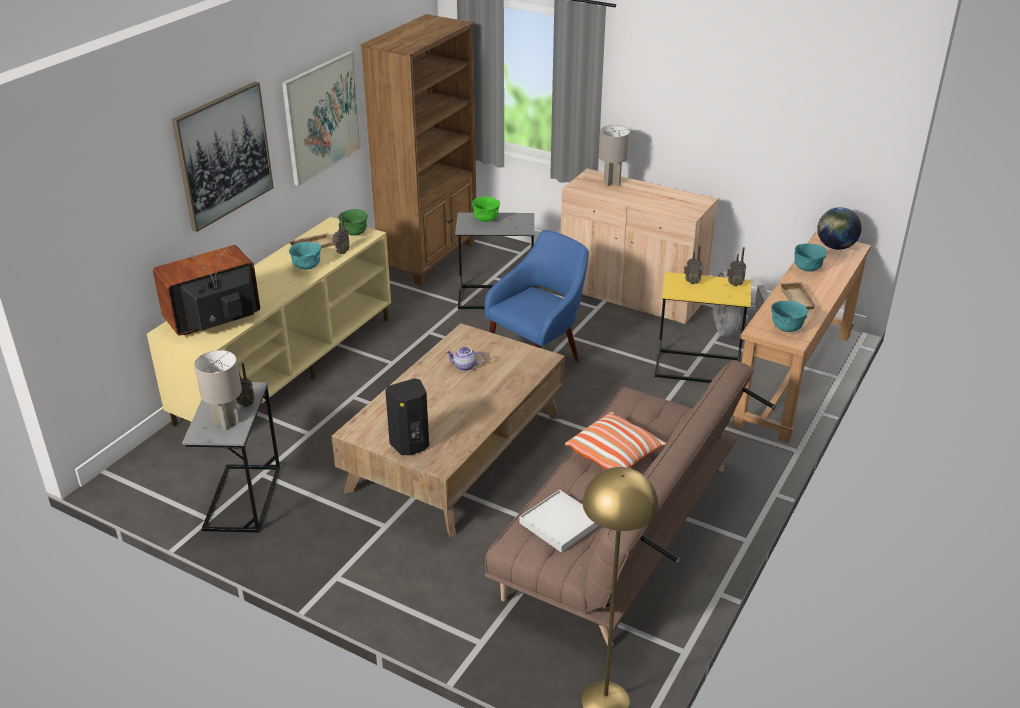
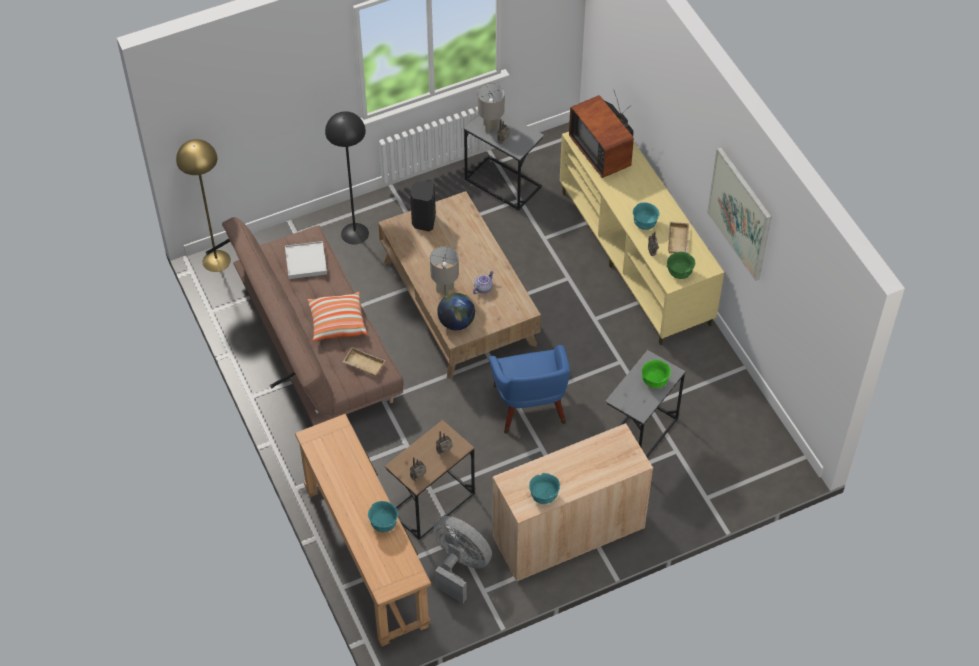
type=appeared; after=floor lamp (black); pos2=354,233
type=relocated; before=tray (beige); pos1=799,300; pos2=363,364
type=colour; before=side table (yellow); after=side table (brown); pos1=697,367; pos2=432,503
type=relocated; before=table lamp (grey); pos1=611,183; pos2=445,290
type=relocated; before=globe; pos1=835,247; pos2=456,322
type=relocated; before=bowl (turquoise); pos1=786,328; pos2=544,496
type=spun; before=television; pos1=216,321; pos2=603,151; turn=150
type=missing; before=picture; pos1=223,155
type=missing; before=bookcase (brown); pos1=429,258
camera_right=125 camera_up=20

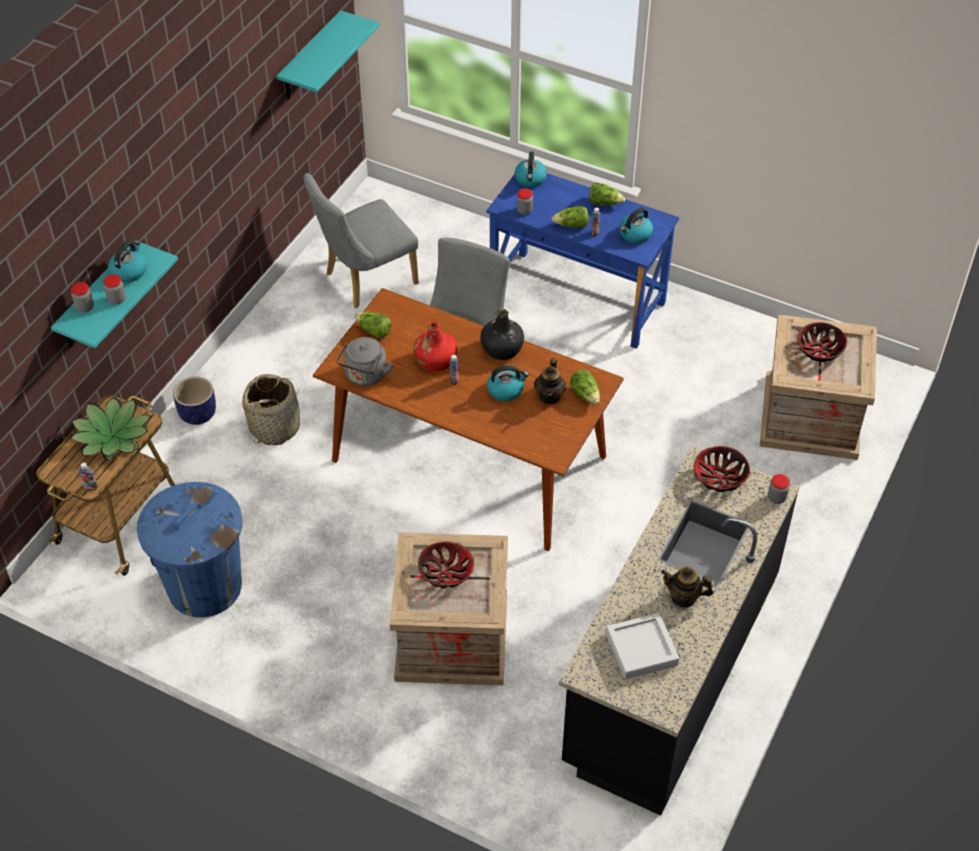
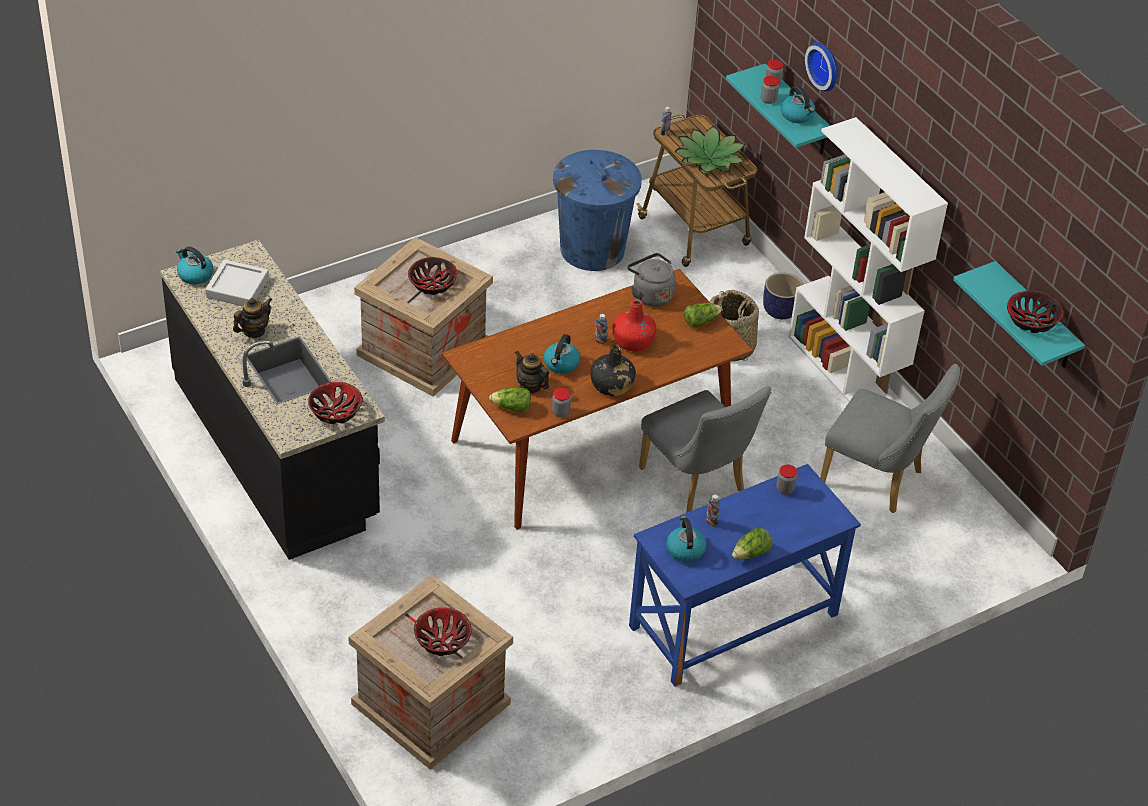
type=relocated; before=kettle; pos1=530,179; pos2=195,275
type=relocated; before=jar; pos1=776,498; pos2=560,412
type=appeared; after=bookcase (white); pos2=845,374
type=appeared; after=wall clock; pos2=825,65
type=spun; before=chair (grey); pos1=365,280; pos2=878,480; turn=120
type=appeared; after=bowl; pos2=1031,322
type=missing; before=lettuce; pos1=571,225
camera_right=120 camera_up=-5

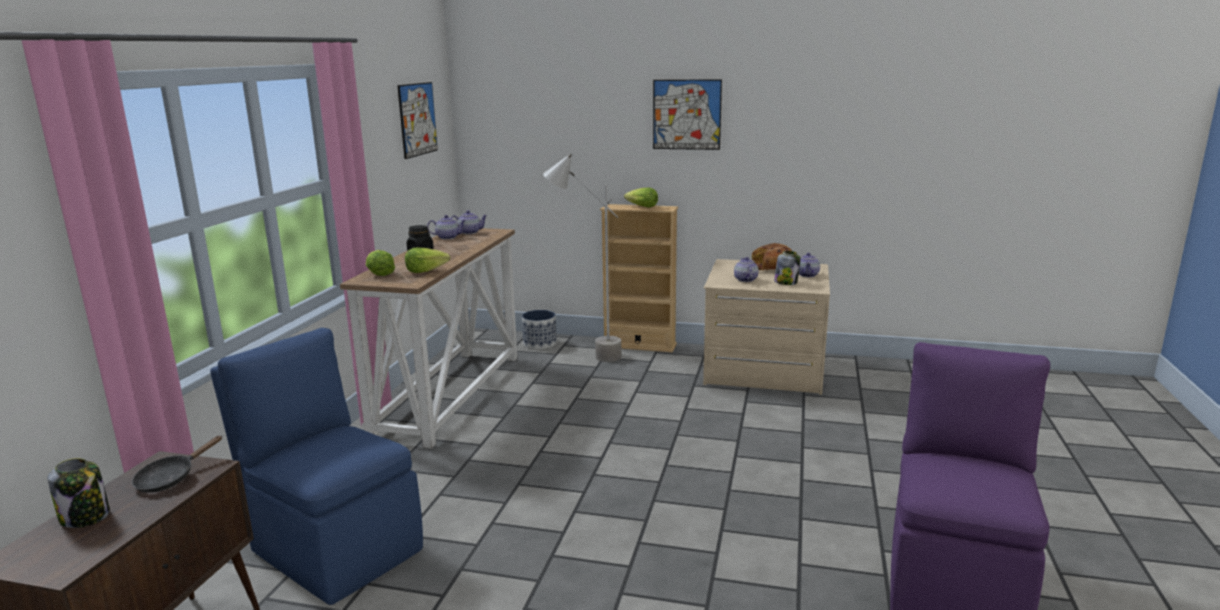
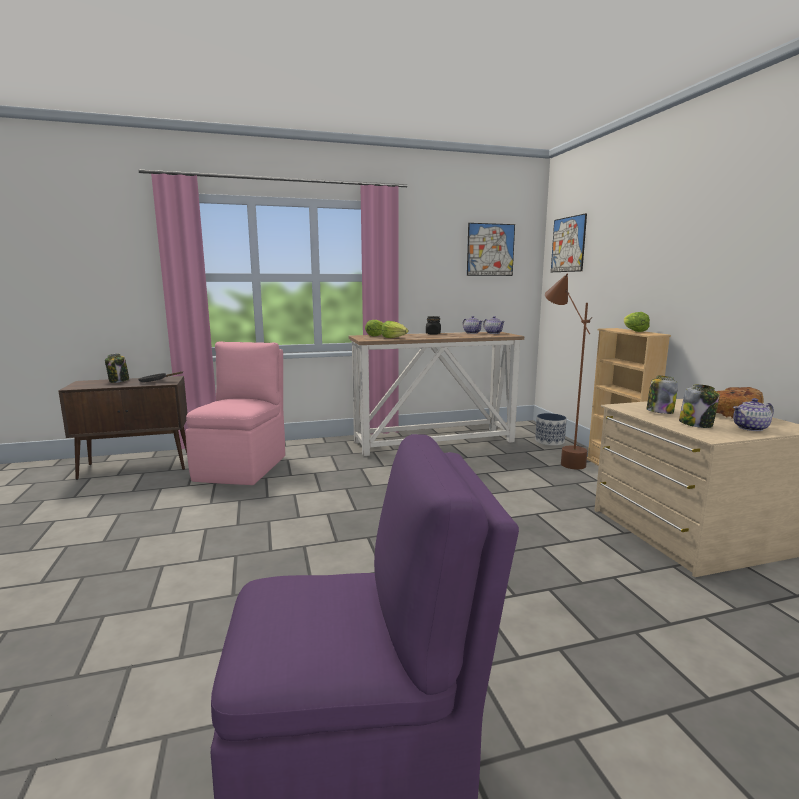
type=colour; before=chair (blue); after=chair (pink); pos1=335,548; pos2=243,467
type=colour; before=floor lamp (grey); after=floor lamp (brown); pos1=586,356; pos2=559,458
type=relocated; before=picture; pos1=686,114; pos2=568,244
type=exchanged; before=teapot; after=jar; pos1=745,280; pos2=659,412
camera_right=60 camera_up=-5

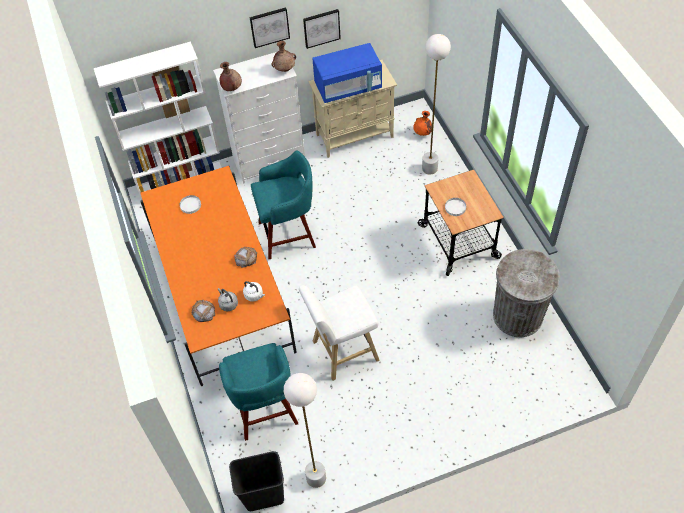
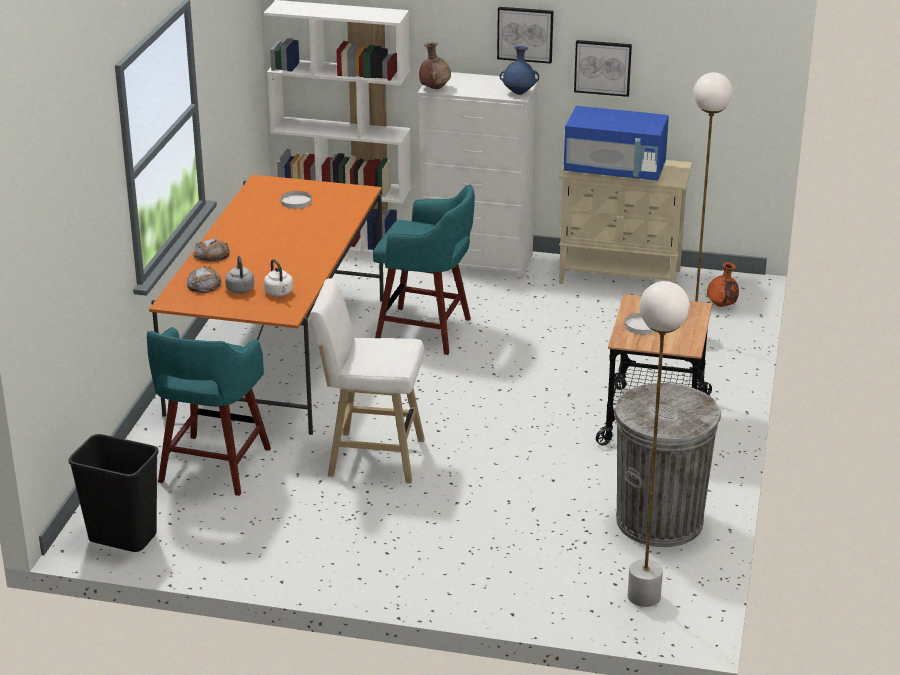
type=relocated; before=bread; pos1=246,258; pos2=212,255
type=colour; before=vase (brown); after=vase (blue); pos1=285,69; pos2=519,93
type=relocated; before=floor lamp (white); pos1=316,478; pos2=644,597
camera_right=30 camera_up=-25

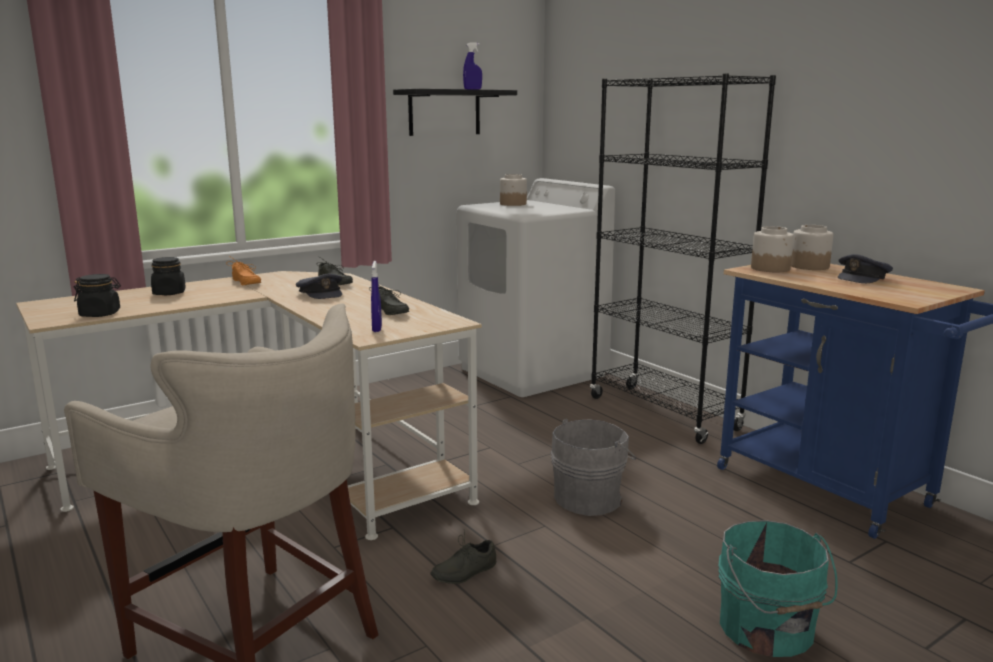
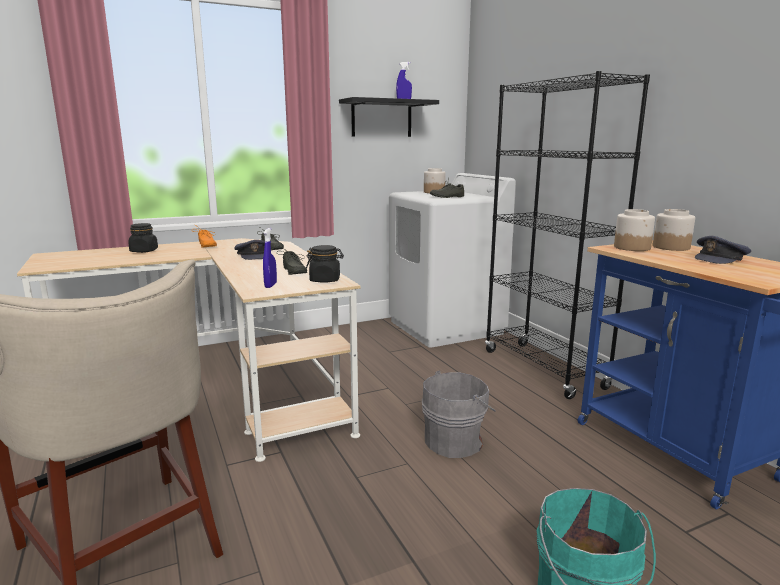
type=relocated; before=jar (black); pos1=100,314; pos2=325,280
type=relocated; before=shoe (grey); pos1=463,571; pos2=446,197
camera_right=10 camera_up=0

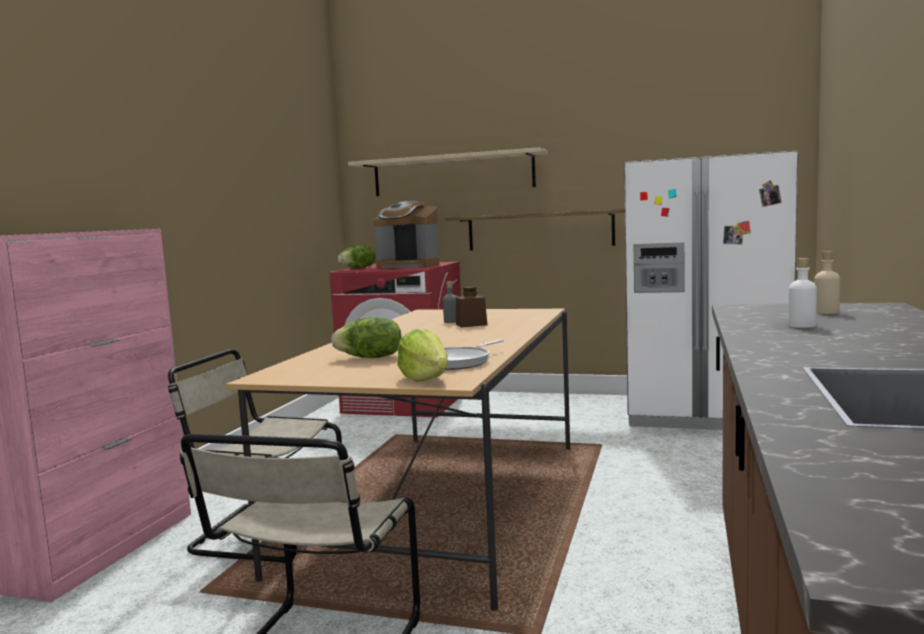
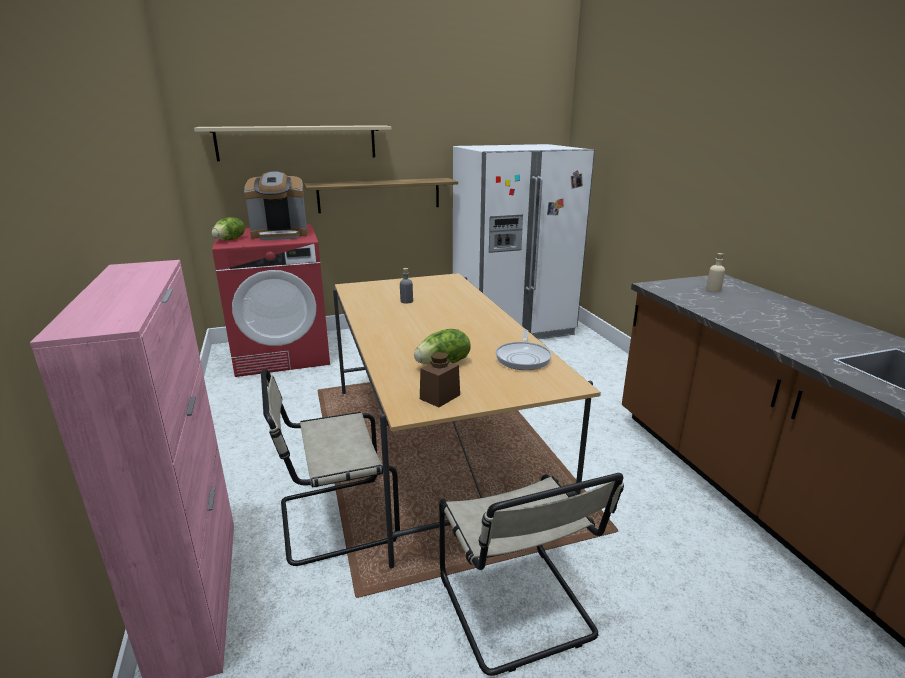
type=relocated; before=jar (brown); pos1=471,324; pos2=440,397
type=missing; before=lettuce; pos1=425,379
type=missing; before=bottle (white); pos1=801,325
camera_right=-35 camera_up=15

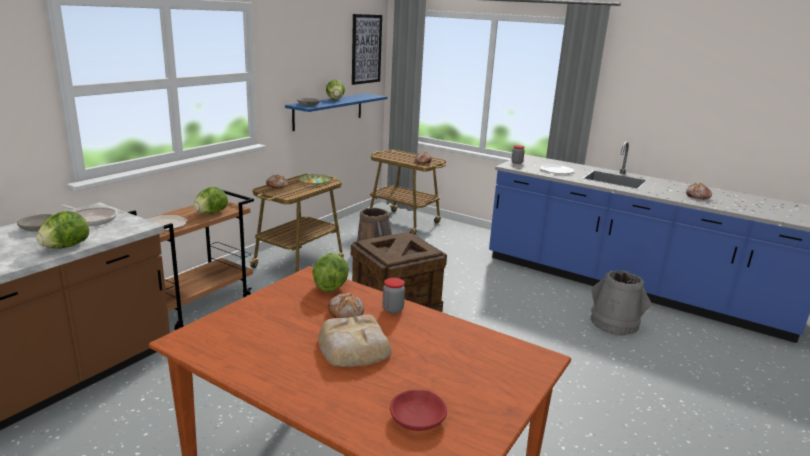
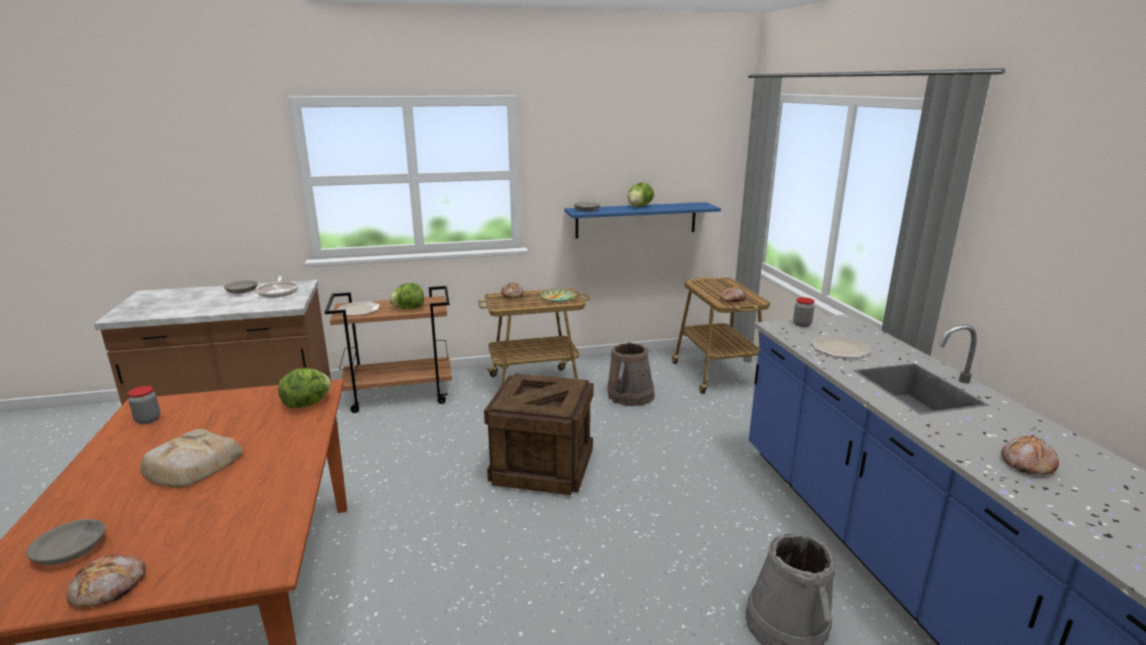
type=colour; before=bowl (red); after=bowl (grey); pos1=417,417; pos2=72,550
type=relocated; before=bread; pos1=346,312; pos2=110,588
type=relocated; before=jar; pos1=393,309; pos2=148,420
type=missing; before=lettuce; pos1=65,247
type=missing; before=picture; pos1=366,49
camera_right=45 camera_up=0

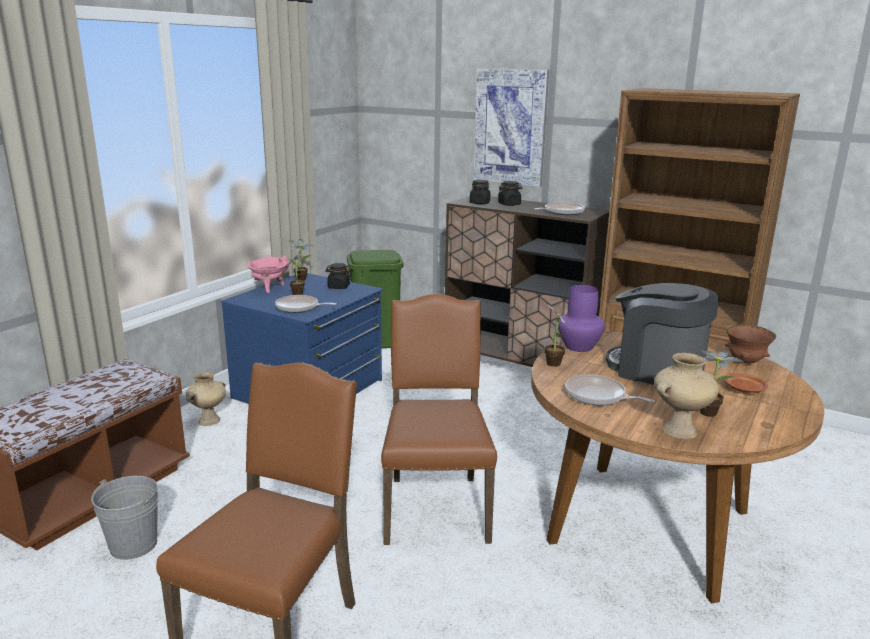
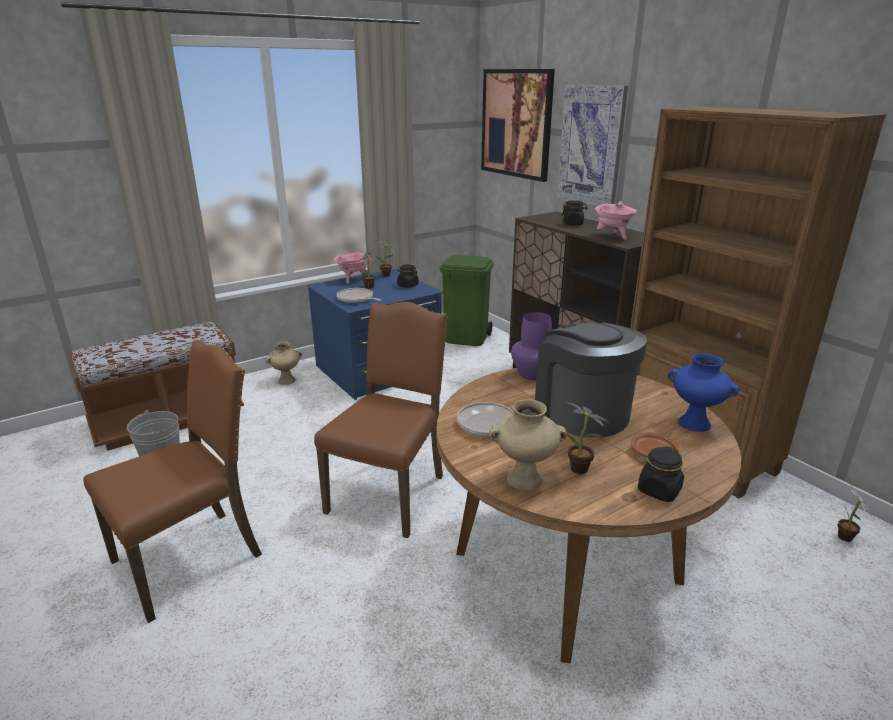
type=appeared; after=picture; pos2=516,123
type=exchanged; before=frying pan; after=cooking pot (pink); pos1=562,212; pos2=613,236
type=relocated; before=jar (black); pos1=479,203; pos2=659,490
type=exchanged; before=bowl (brown); after=vase (blue); pos1=745,361; pos2=695,423
type=relocated; before=potted plant; pos1=553,365; pos2=844,539
camera_right=25 camera_up=5

